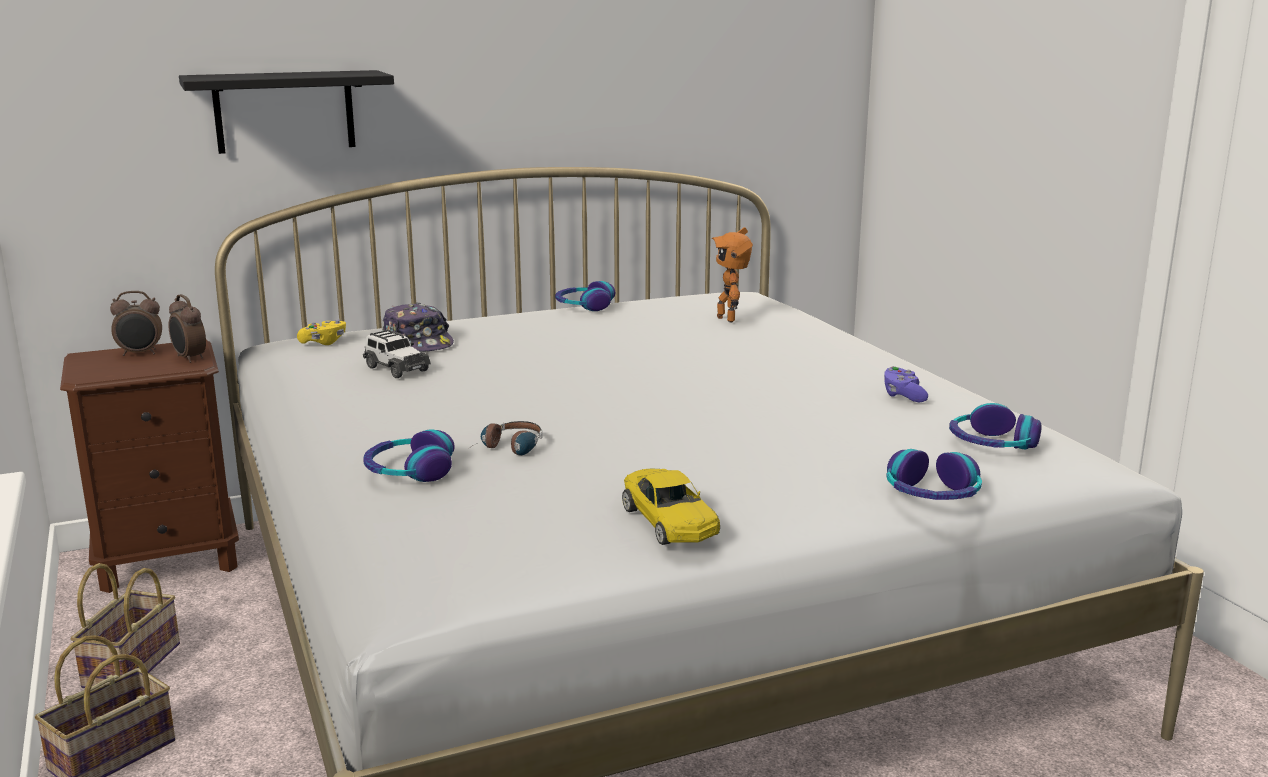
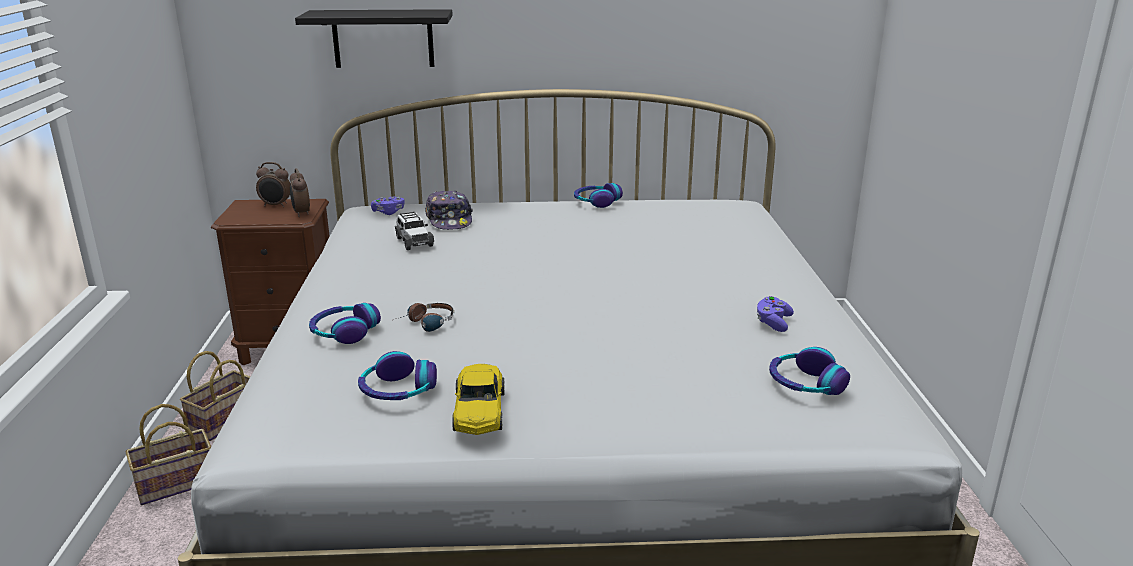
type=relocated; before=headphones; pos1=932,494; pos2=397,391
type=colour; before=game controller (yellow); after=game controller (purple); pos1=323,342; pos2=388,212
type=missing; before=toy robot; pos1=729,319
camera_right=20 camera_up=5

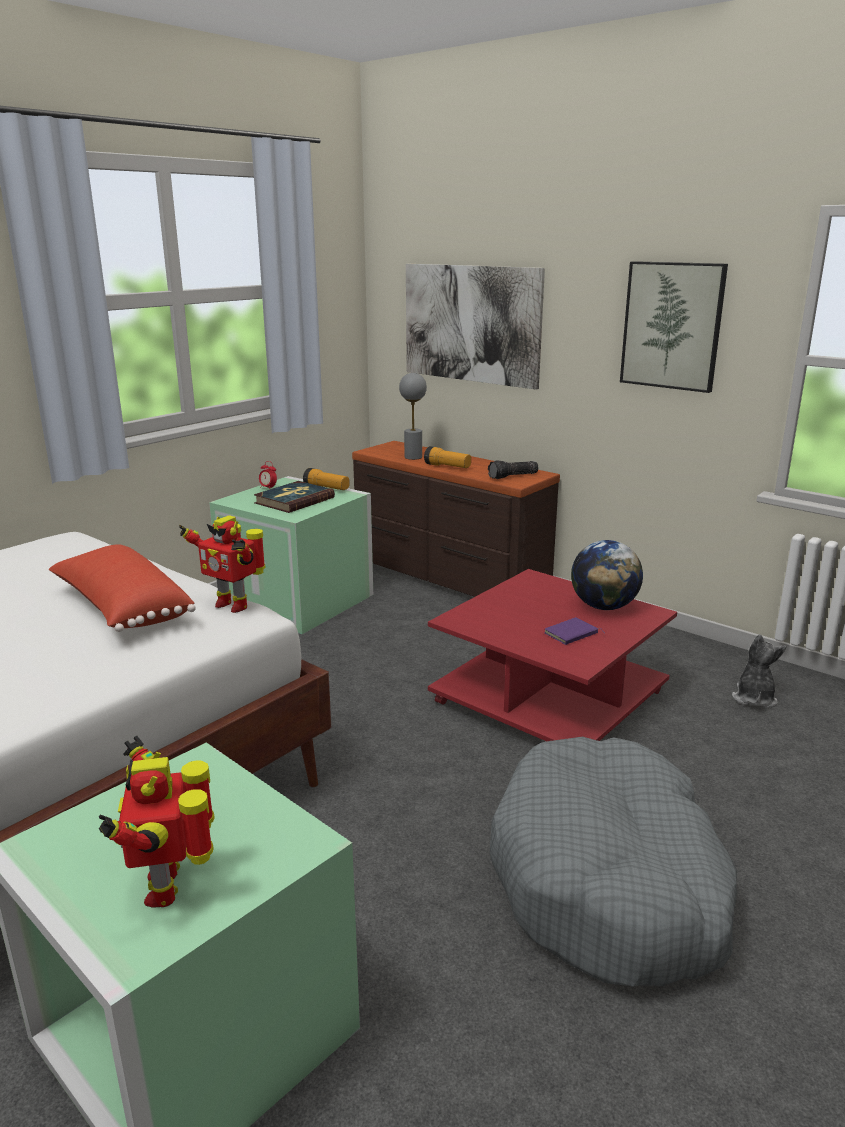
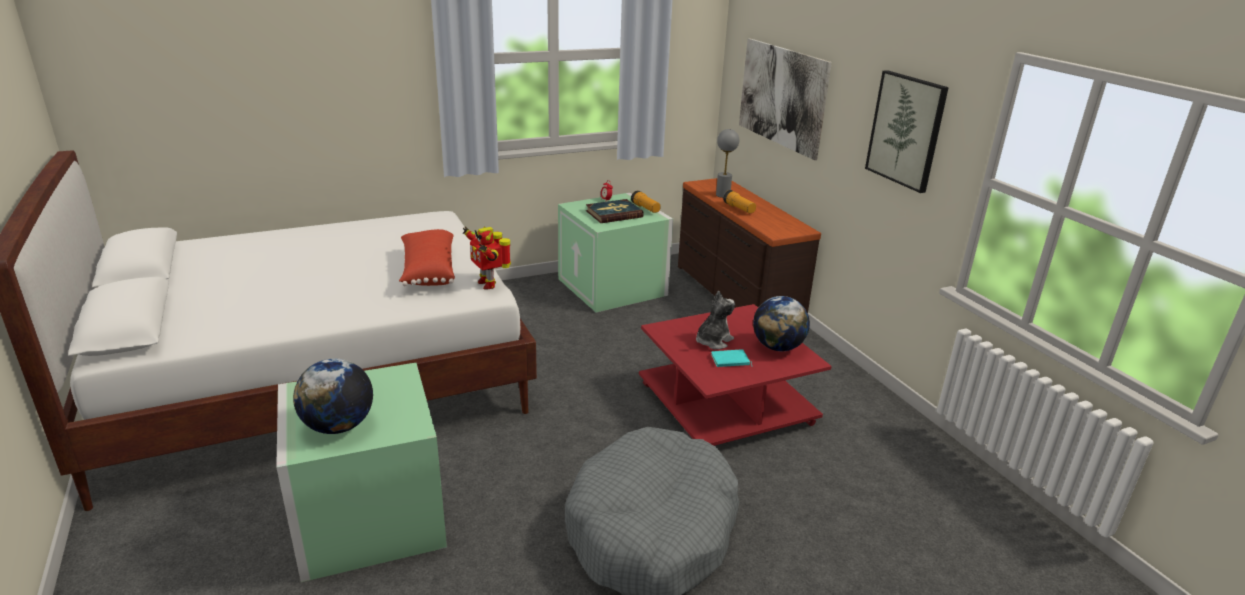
type=exchanged; before=toy robot; after=globe; pos1=168,885; pos2=338,426
type=relocated; before=plush toy; pos1=753,698; pos2=713,341
type=colour; before=book (purple); after=book (turquoise); pos1=572,634; pos2=730,361
type=missing; before=flashlight; pos1=513,476
camera_right=25 camera_up=5

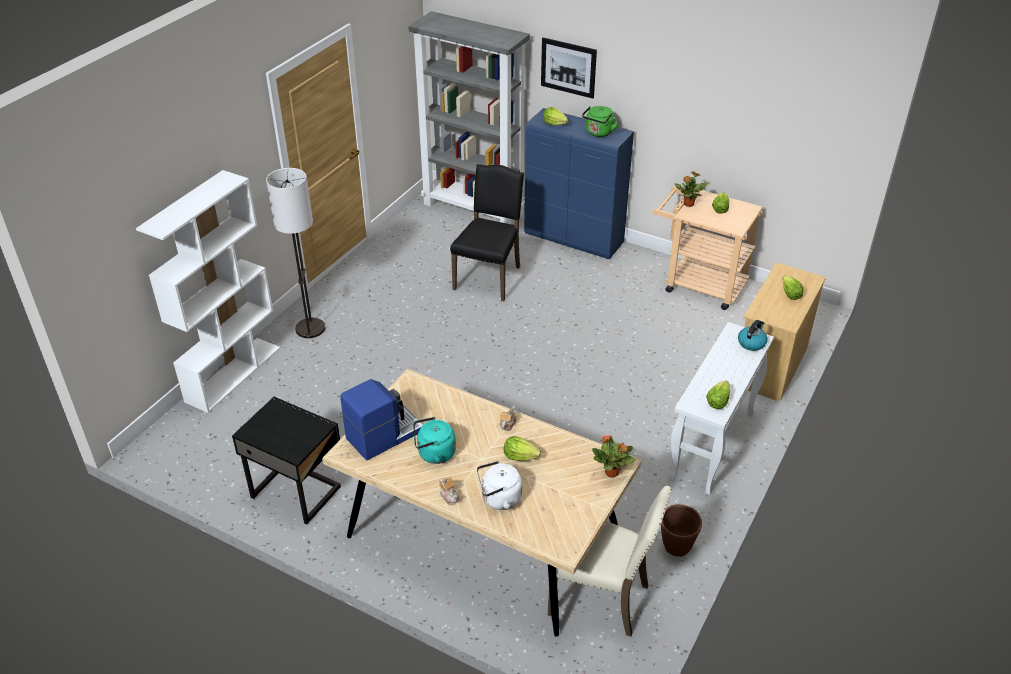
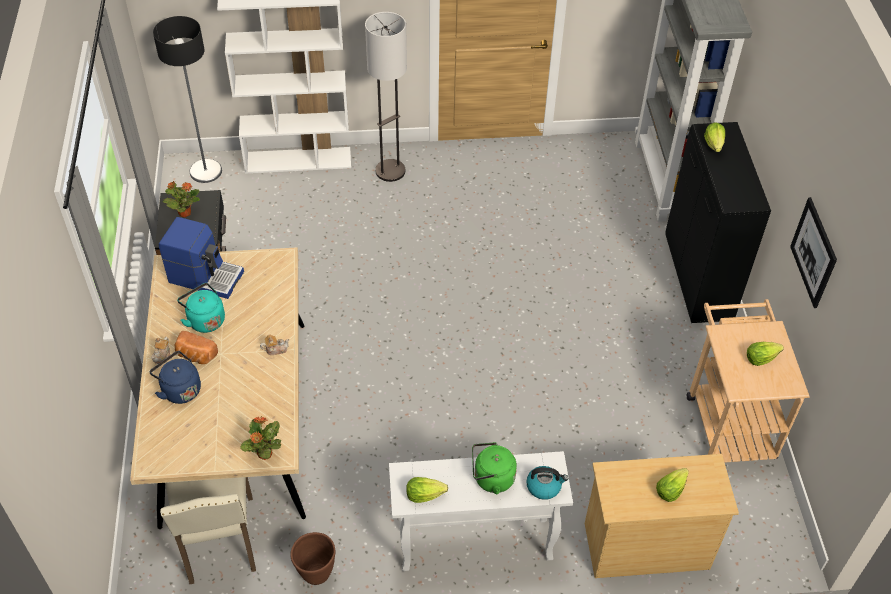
type=colour; before=kettle (white); after=kettle (blue); pos1=499,499; pos2=179,389
type=appeared; after=floor lamp; pos2=206,171
type=relocated; before=potted plant; pos1=688,204; pos2=184,213
type=appeared; after=bread; pos2=195,356
type=relocated; before=kettle (green); pos1=598,133; pos2=491,479
type=colour; before=cabinet (blue); after=cabinet (black); pos1=574,239; pos2=698,279
type=relocated; before=picture; pos1=568,67; pos2=813,252
type=missing; before=chair (black); pos1=489,277
type=missing; before=lettuce; pos1=520,456
camera_right=55 camera_up=10

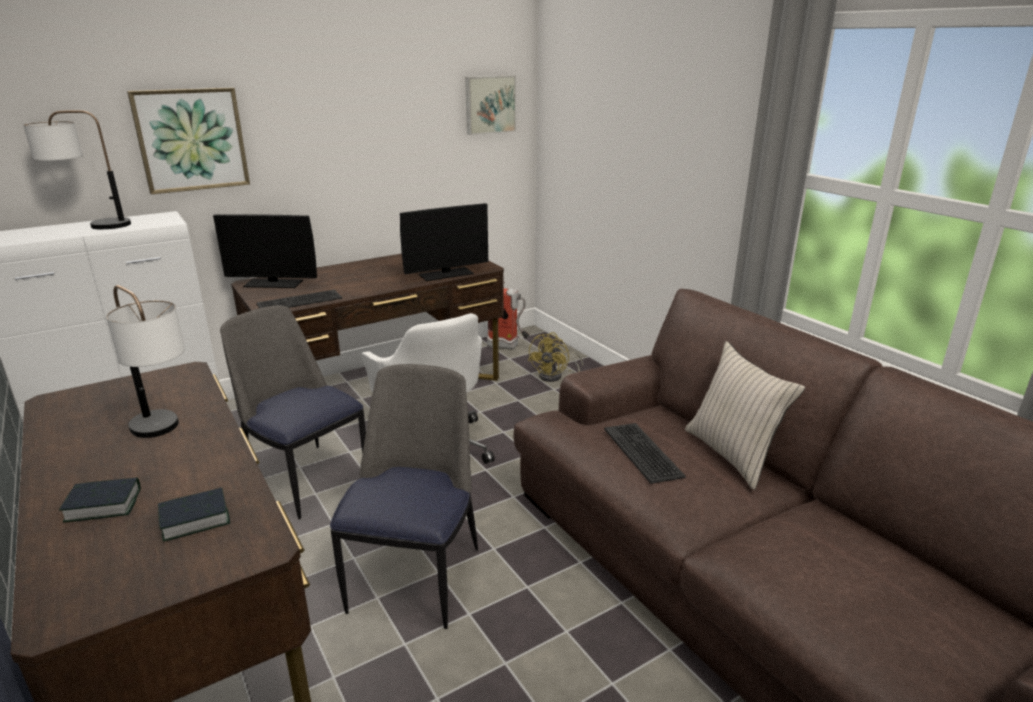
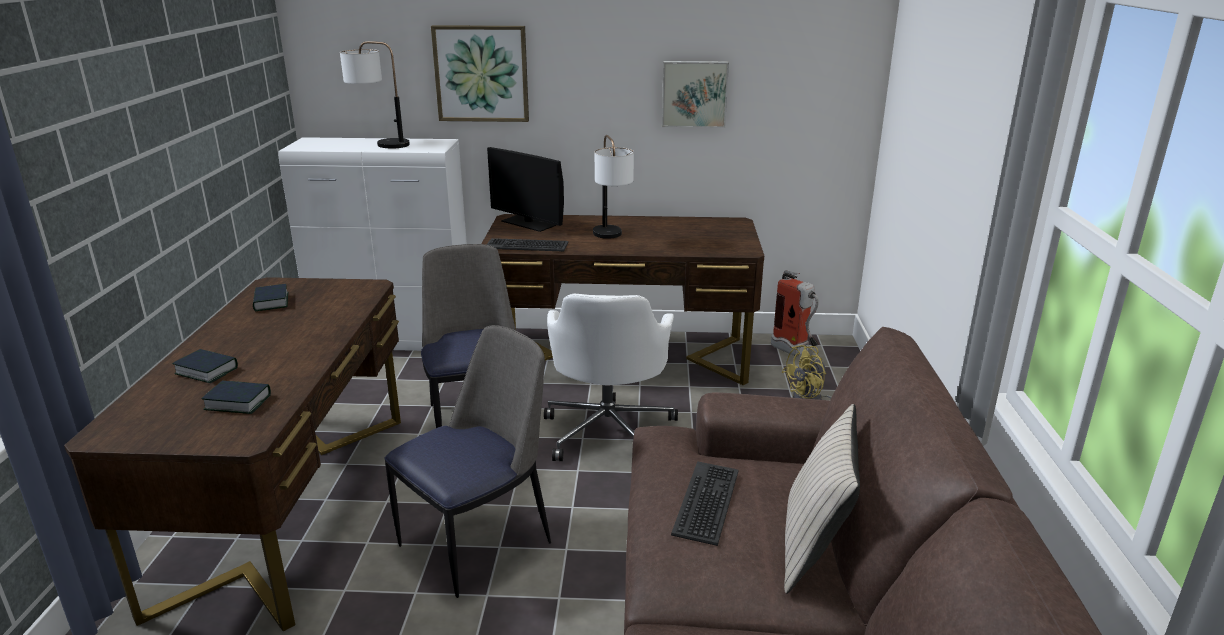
type=appeared; after=book; pos2=271,302
type=relocated; before=table lamp; pos1=165,434; pos2=611,238
type=relocated; before=picture; pos1=489,104; pos2=694,94
type=missing; before=monitor; pos1=446,274
camera_right=35 camera_up=0

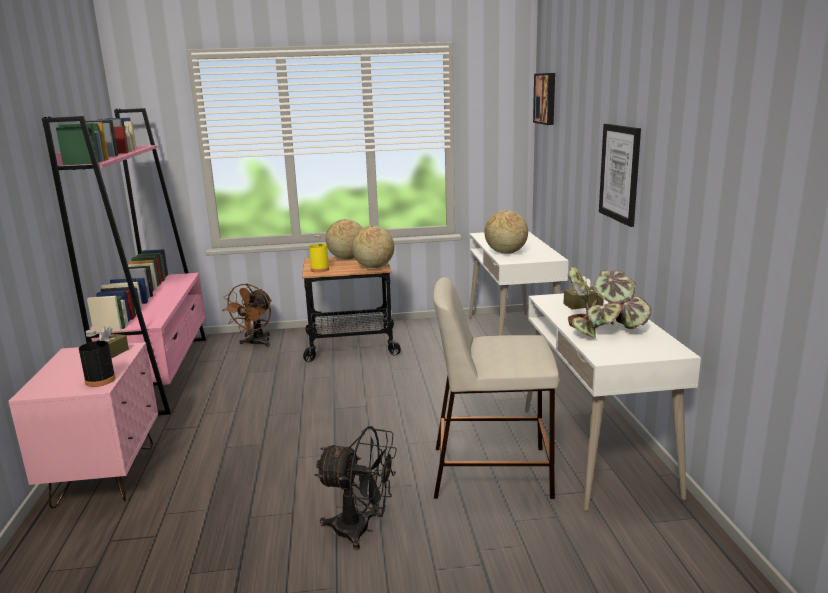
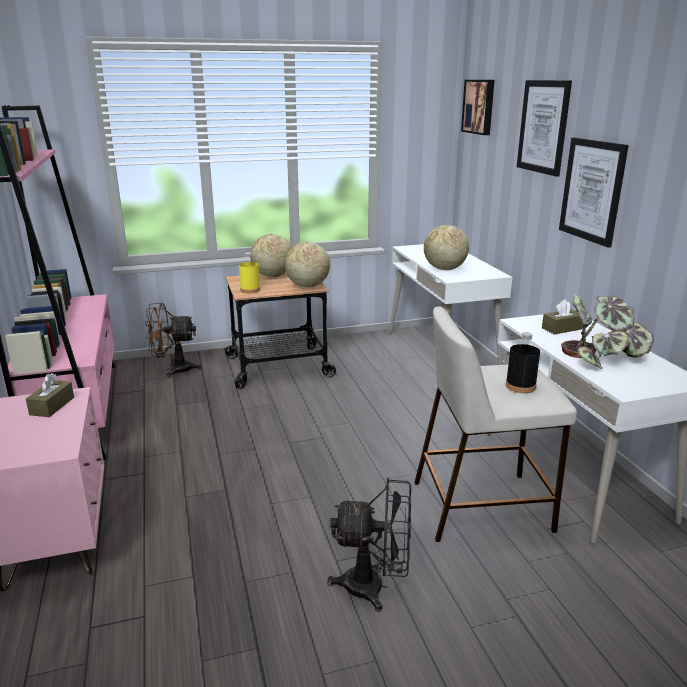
type=spun; before=fan (brown); pos1=255,344; pos2=173,369; turn=75
type=relocated; before=bottle (black); pos1=100,380; pos2=520,386
type=appeared; after=picture; pos2=543,127
camera_right=-10 camera_up=5

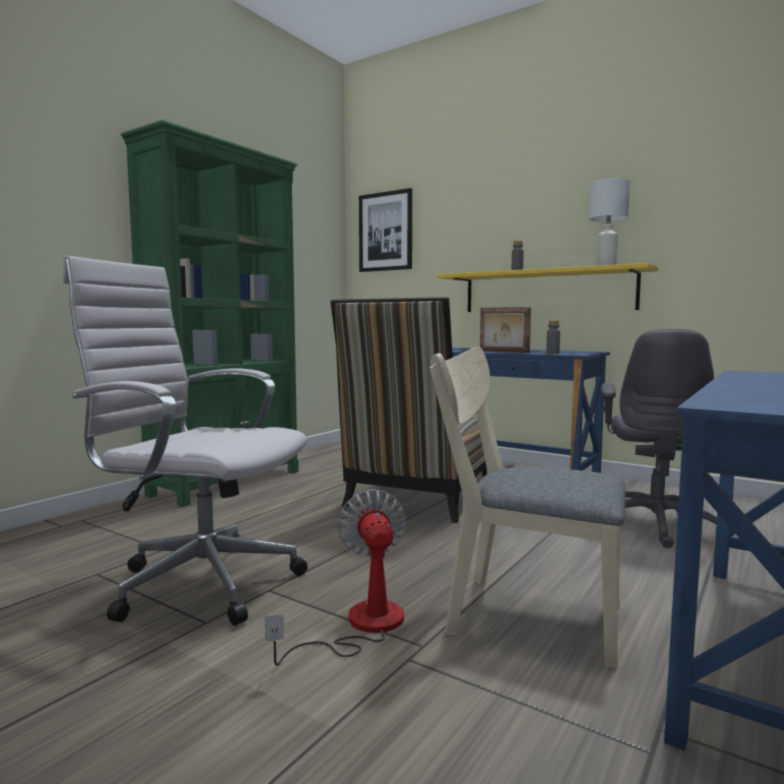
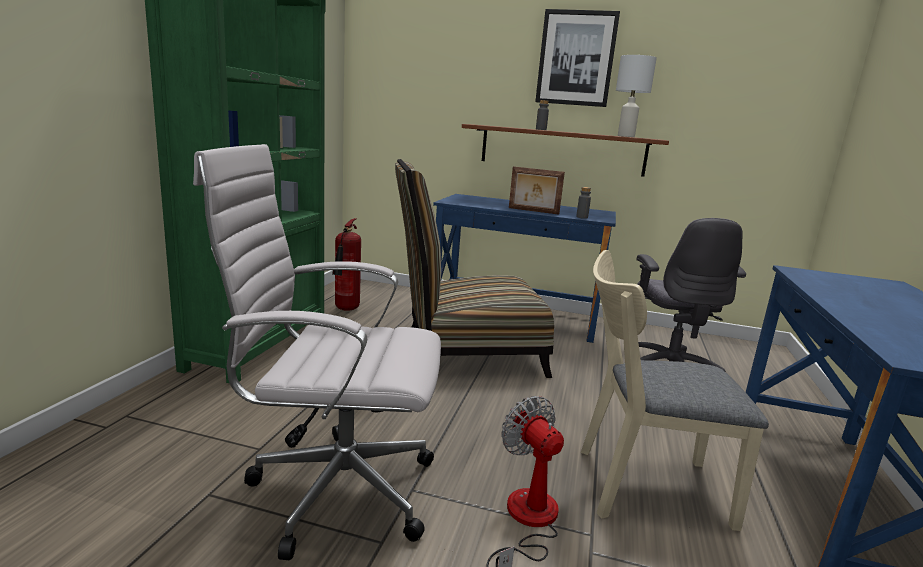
type=appeared; after=fire extinguisher; pos2=346,310
type=spun; before=chair; pos1=417,498; pos2=464,354; turn=75
type=colour; before=shelf (yellow); after=shelf (brown); pos1=547,291; pos2=562,150
type=relocated; before=picture; pos1=386,231; pos2=576,58
camera_right=-20 camera_up=10

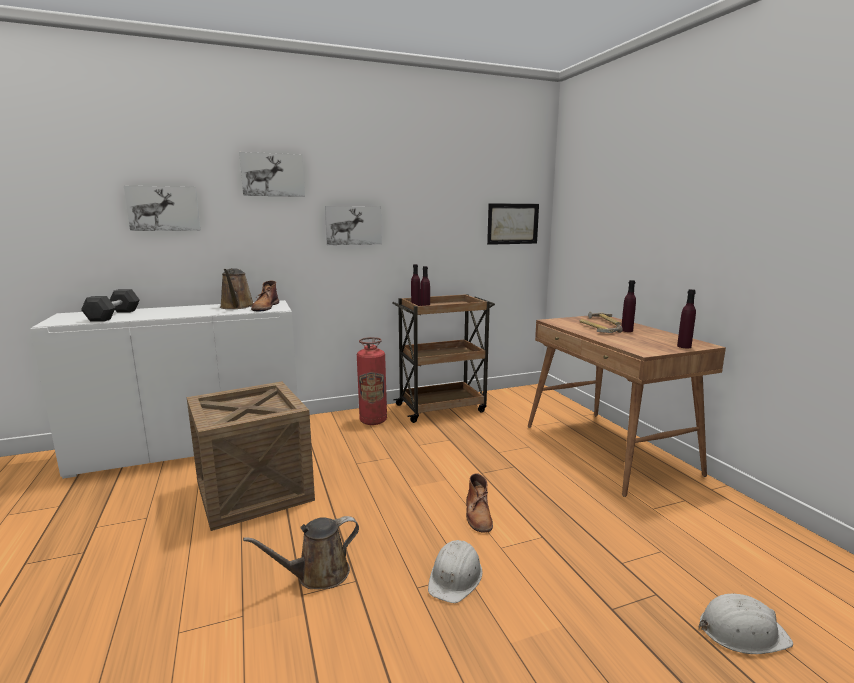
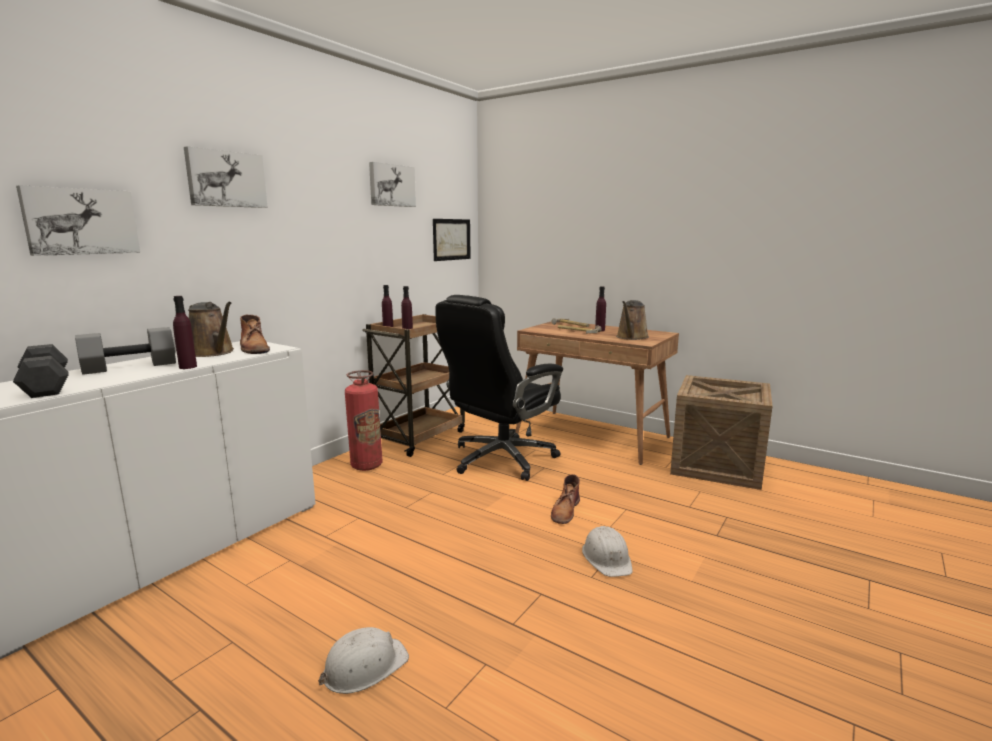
type=appeared; after=dumbbell (grey); pos2=131,366
type=relocated; before=bottle (purple); pos1=684,346; pos2=188,367
type=relocated; before=hard hat (white); pos1=741,631; pos2=364,667
type=relocated; before=picture; pos1=353,225; pos2=391,185
type=appeared; after=office chair (black); pos2=500,459
type=spun; before=boot (brown); pos1=478,515; pos2=565,511; turn=60
type=relocated; before=watering can (brown); pos1=318,575; pos2=631,337
type=relocated; before=crate; pos1=254,491; pos2=716,465
camera_right=-35 camera_up=0

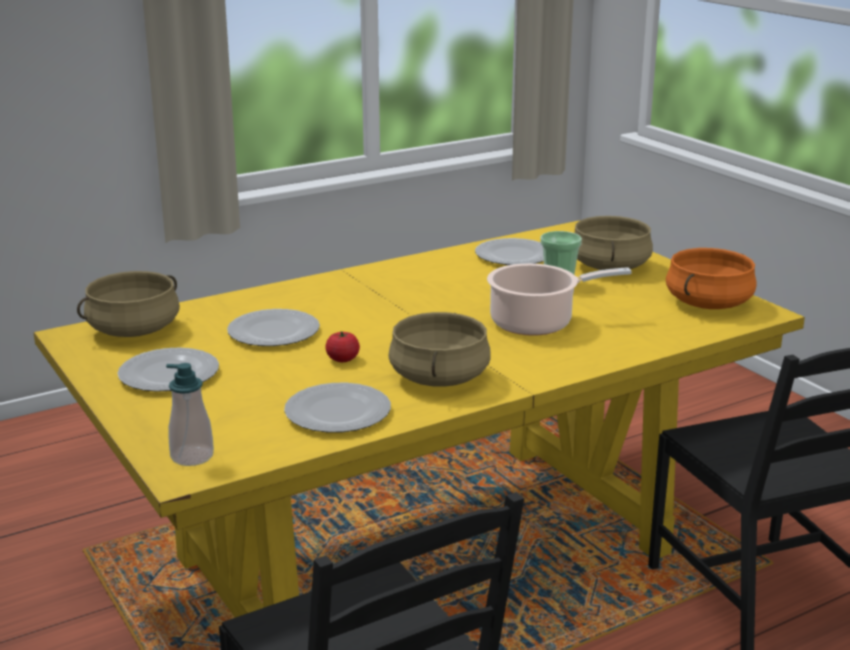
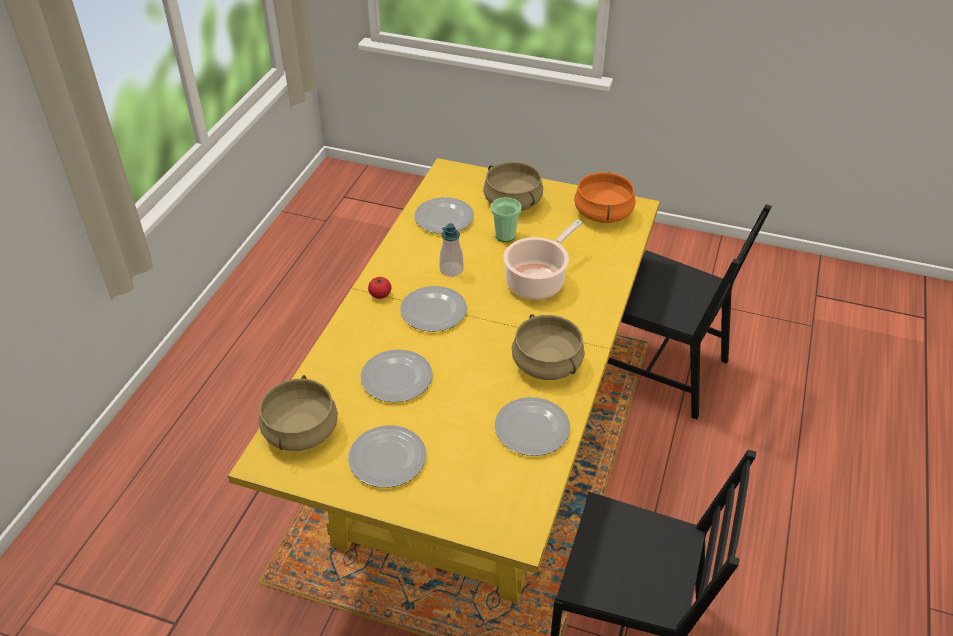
type=relocated; before=tomato; pos1=342,359; pos2=380,295
type=appeared; after=plate; pos2=432,311
type=relocated; before=soap dispenser; pos1=192,456; pos2=451,270
camera_right=-40 camera_up=20

